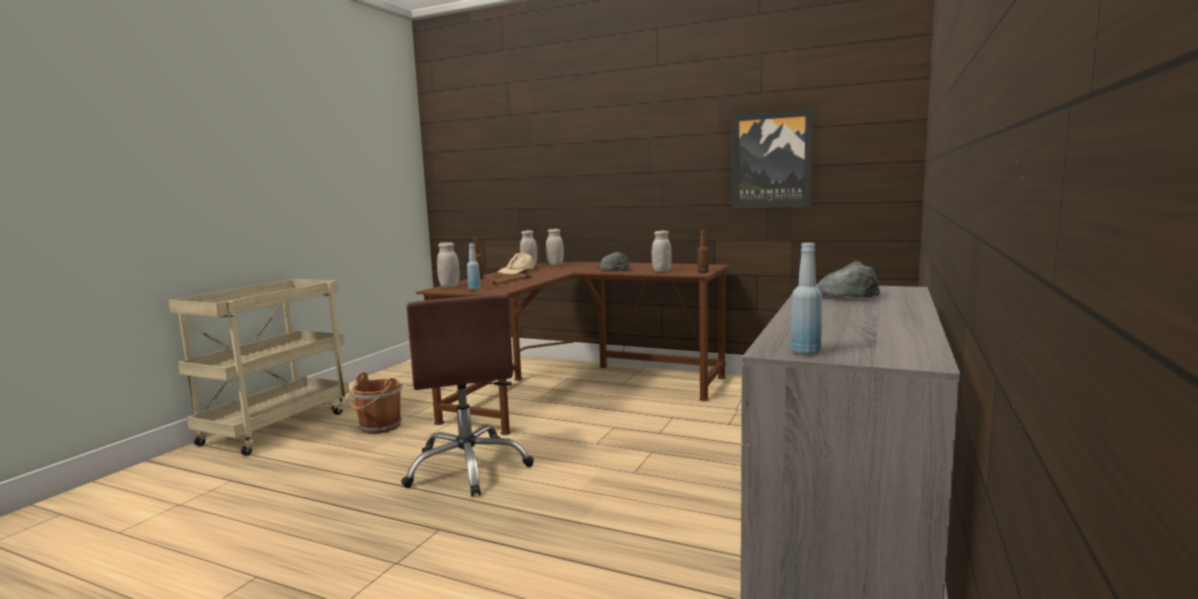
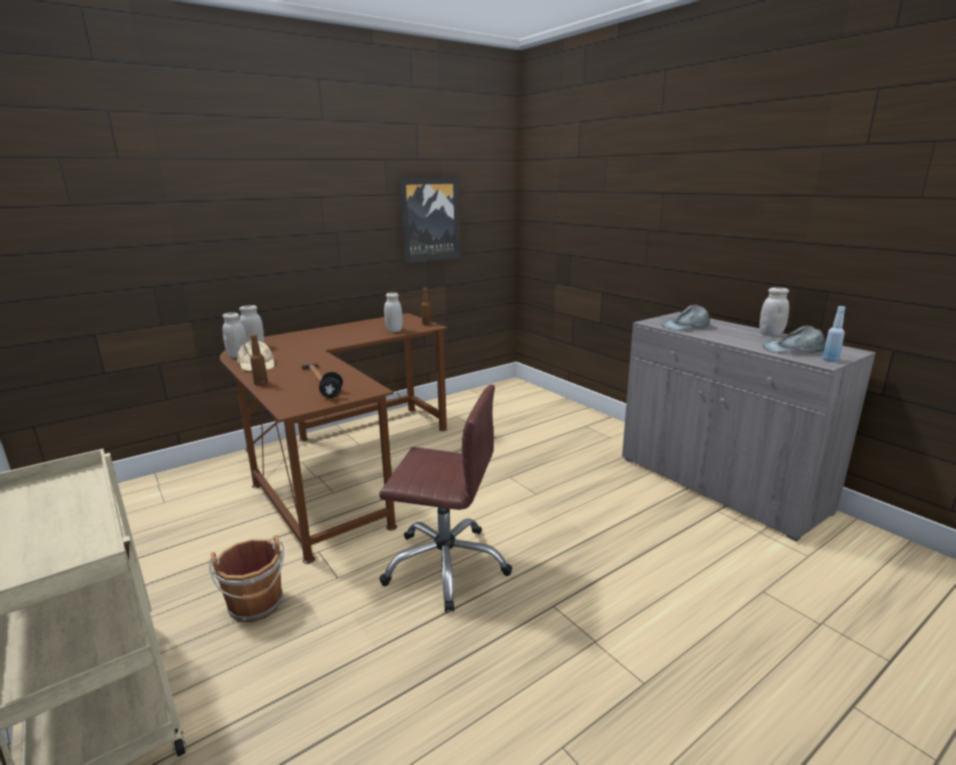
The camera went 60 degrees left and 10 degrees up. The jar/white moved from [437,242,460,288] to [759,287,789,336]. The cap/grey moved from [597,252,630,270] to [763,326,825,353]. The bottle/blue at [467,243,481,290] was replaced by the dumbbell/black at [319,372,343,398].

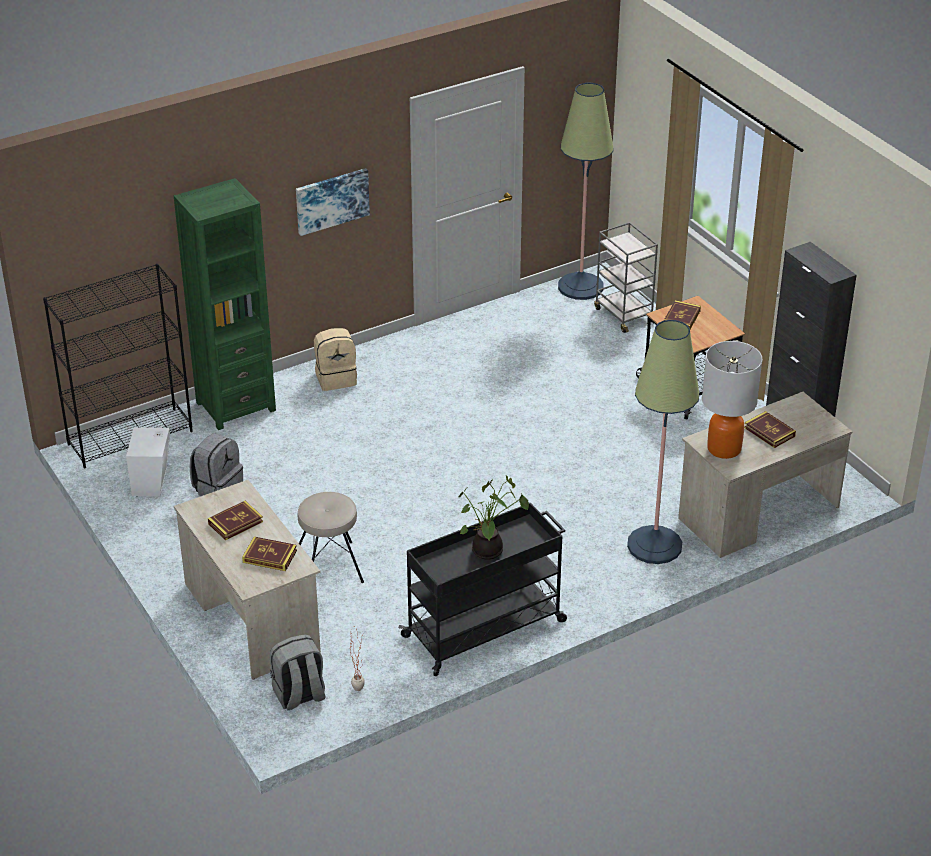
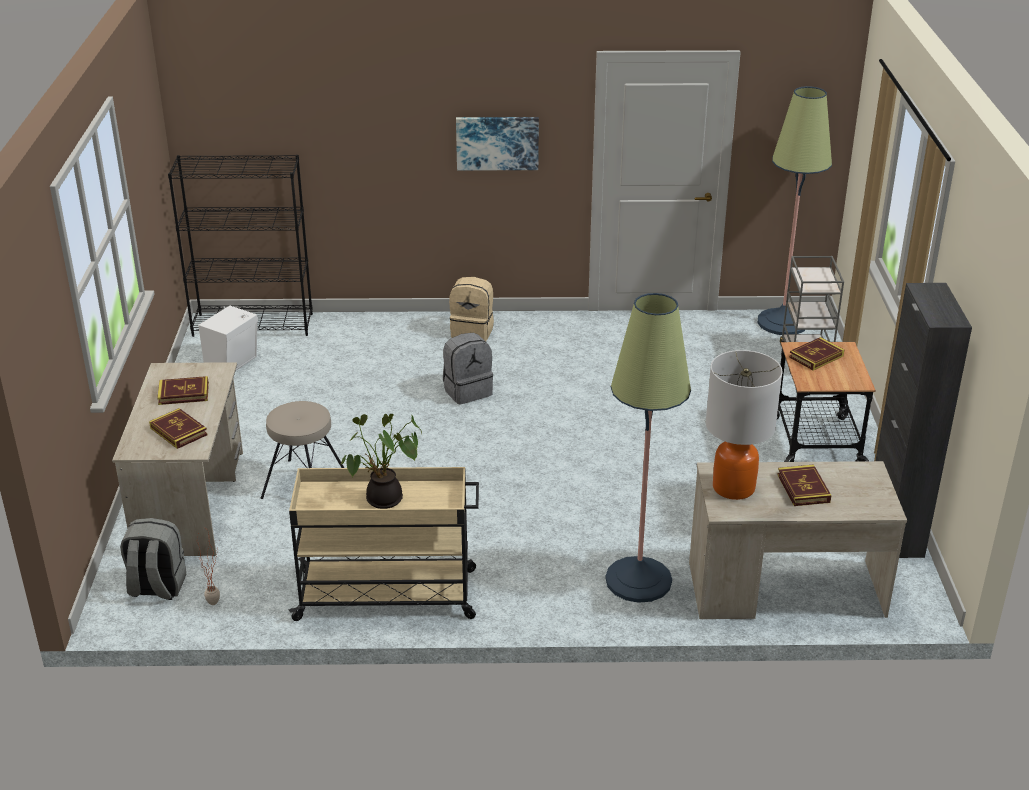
The camera went 30 degrees right and 5 degrees down. The bookcase/green at [174,178,276,430] disappeared. The backpack/grey moved from [190,433,243,496] to [443,333,493,404]. The cart/black at [399,503,567,676] became the cart/beige at [289,467,479,621].

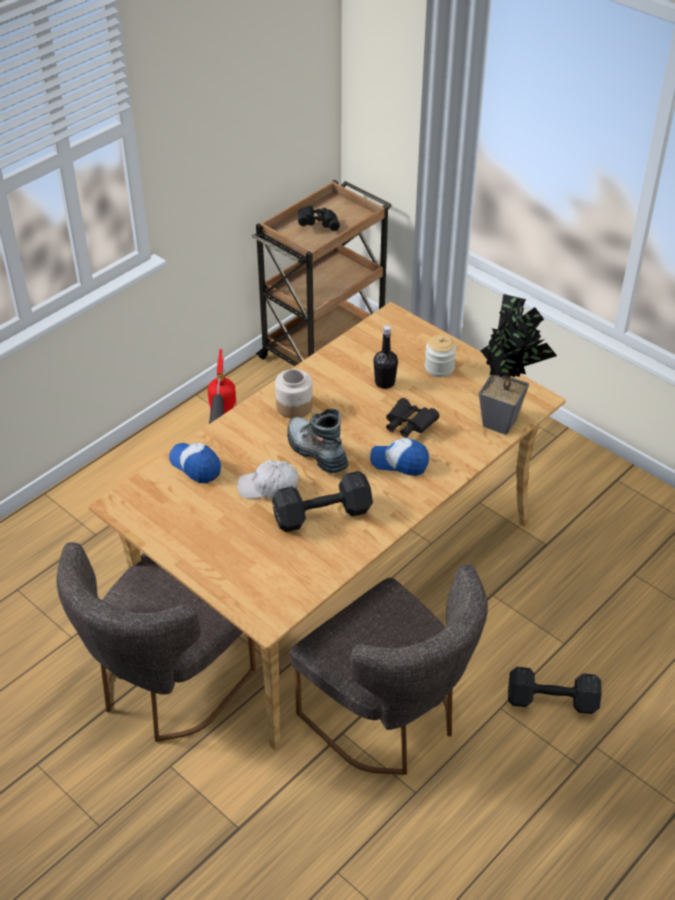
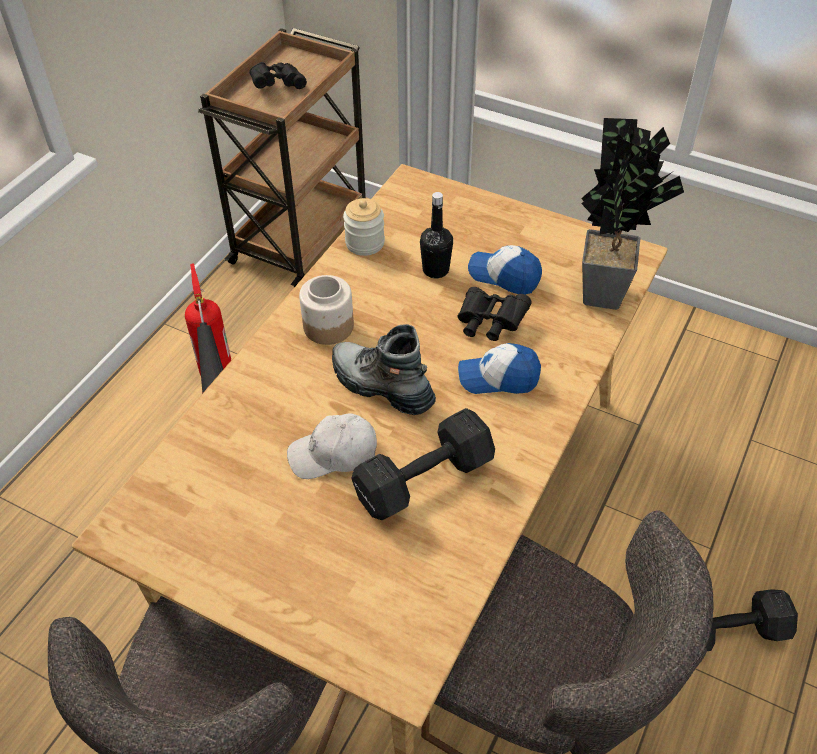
The camera went 15 degrees left and 5 degrees up. The cap moved from [169,443,221,483] to [468,245,542,294]. The jar moved from [425,335,456,377] to [343,198,385,256].

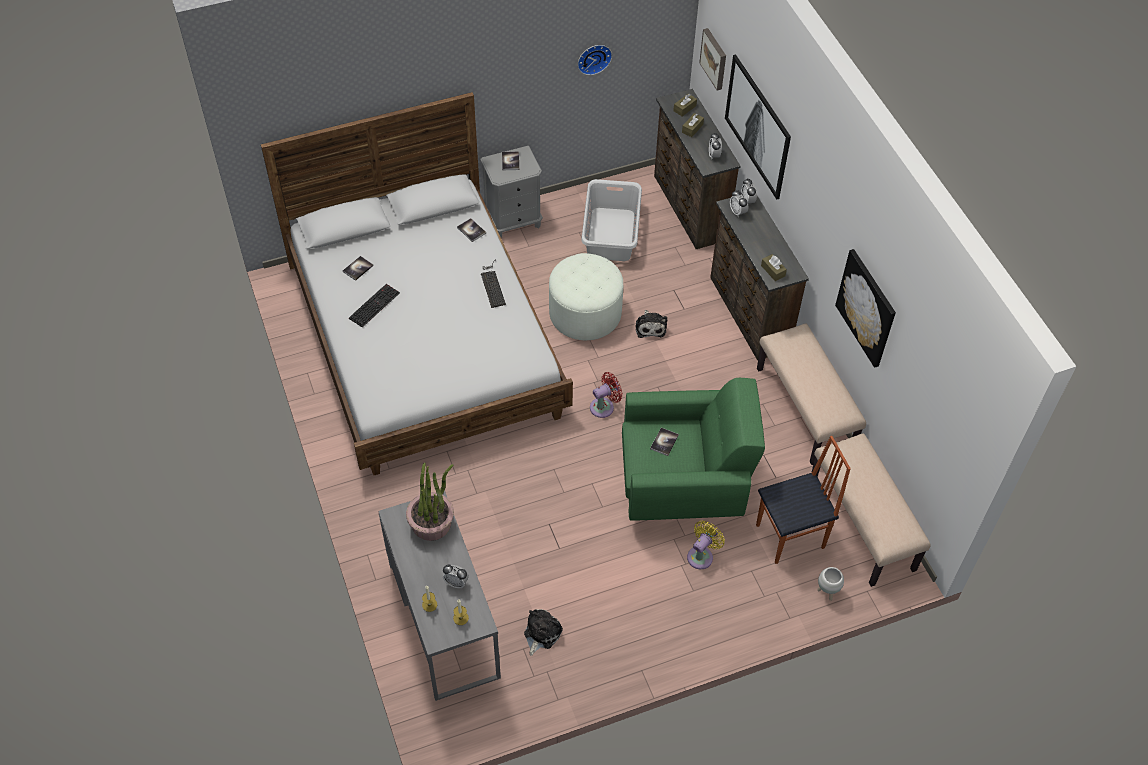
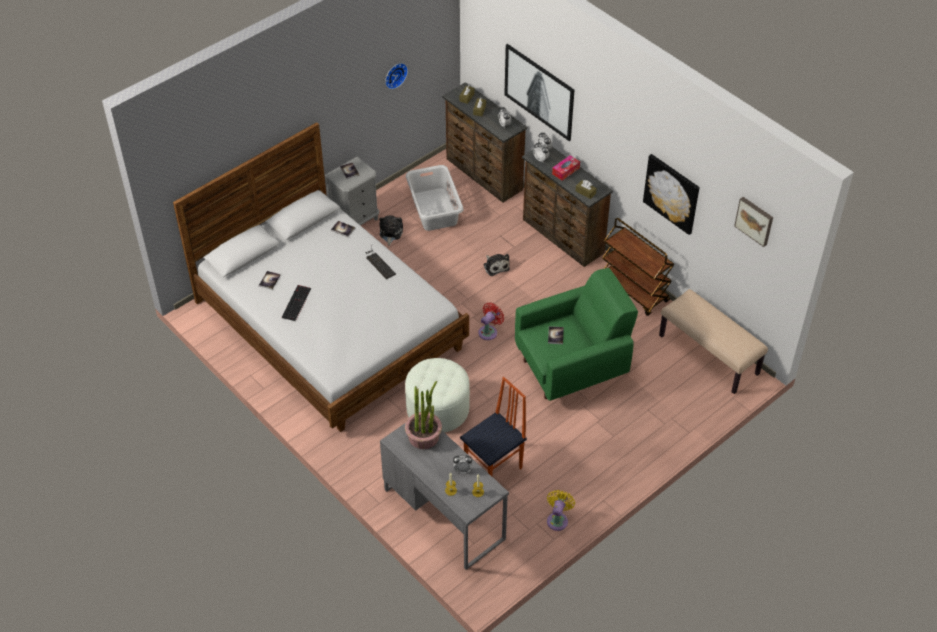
The camera went 20 degrees left and 5 degrees down. The planter/white at [817,567,844,601] disappeared. The tissue box at [552,155,580,180] appeared. The plush toy moved from [524,609,563,656] to [379,215,403,246]. The ottoman/white moved from [549,253,623,340] to [405,358,470,433]. The fan/yellow moved from [687,521,725,569] to [547,490,575,531]. The picture moved from [699,28,726,91] to [734,197,773,247]. The chair moved from [756,436,851,564] to [460,377,527,476]. The bench/beige at [757,323,866,465] was replaced by the cart/brown at [602,218,675,316].

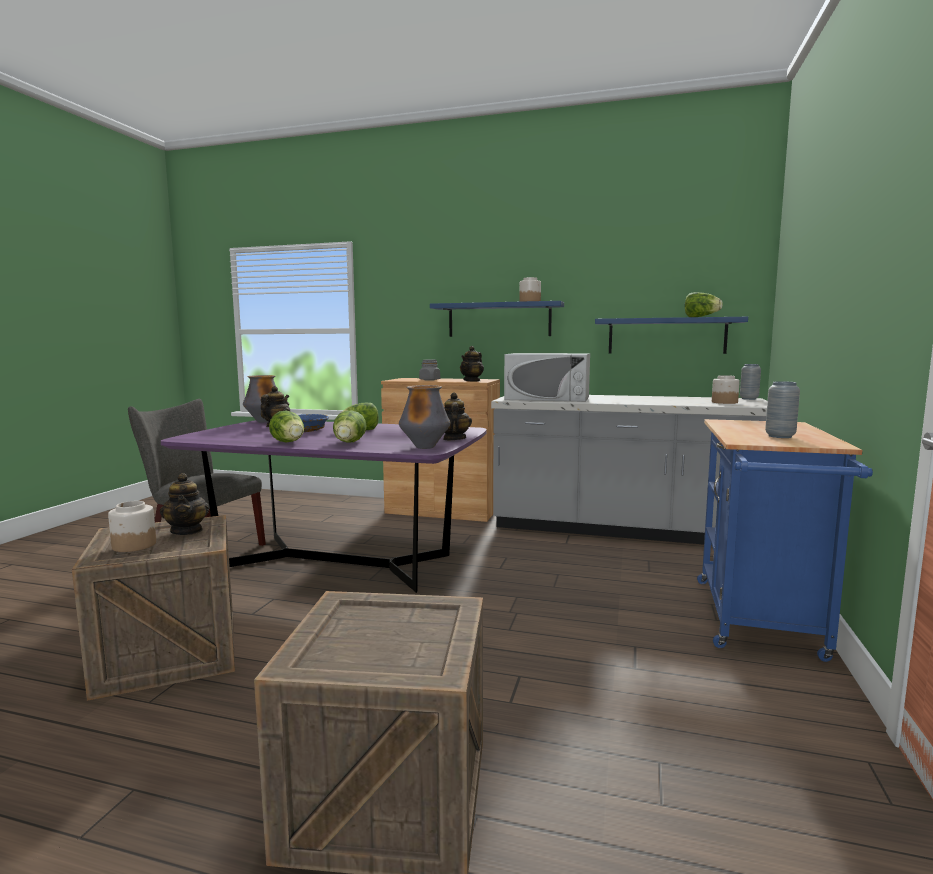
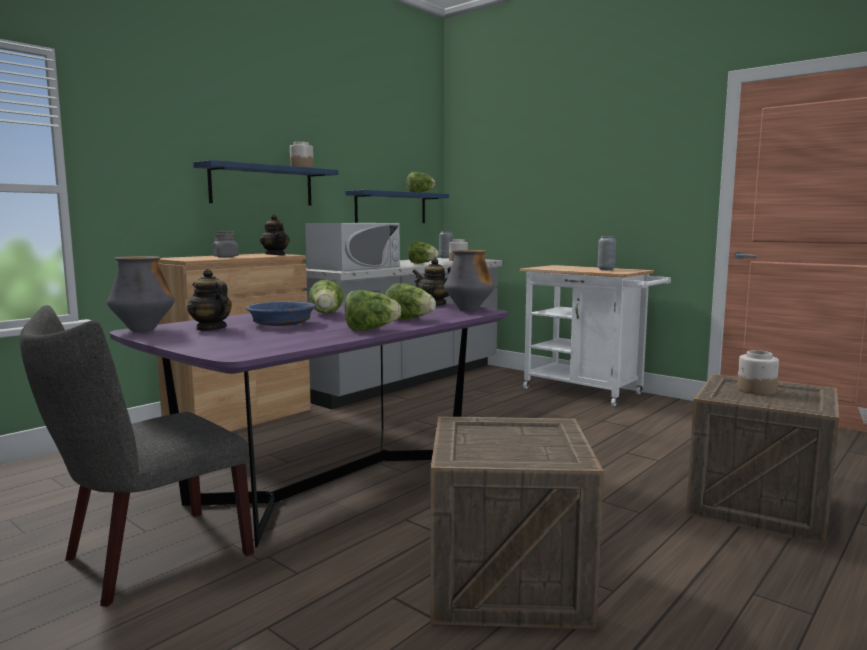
The camera went 65 degrees left and 0 degrees up. The teapot at [160,473,210,535] disappeared. The lettuce at [407,241,439,264] appeared. The jar moved from [108,501,156,552] to [737,350,779,395]. The cart/blue at [697,419,873,662] became the cart/white at [520,265,671,406].

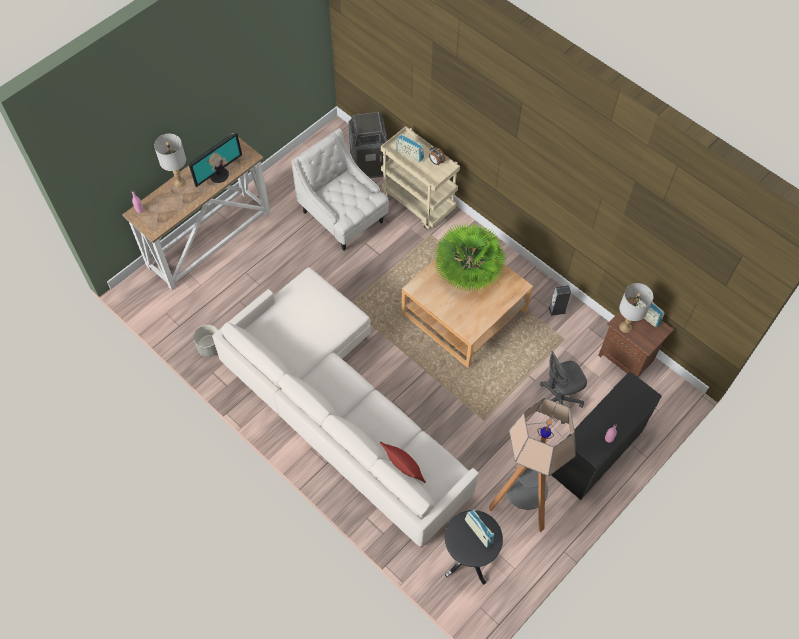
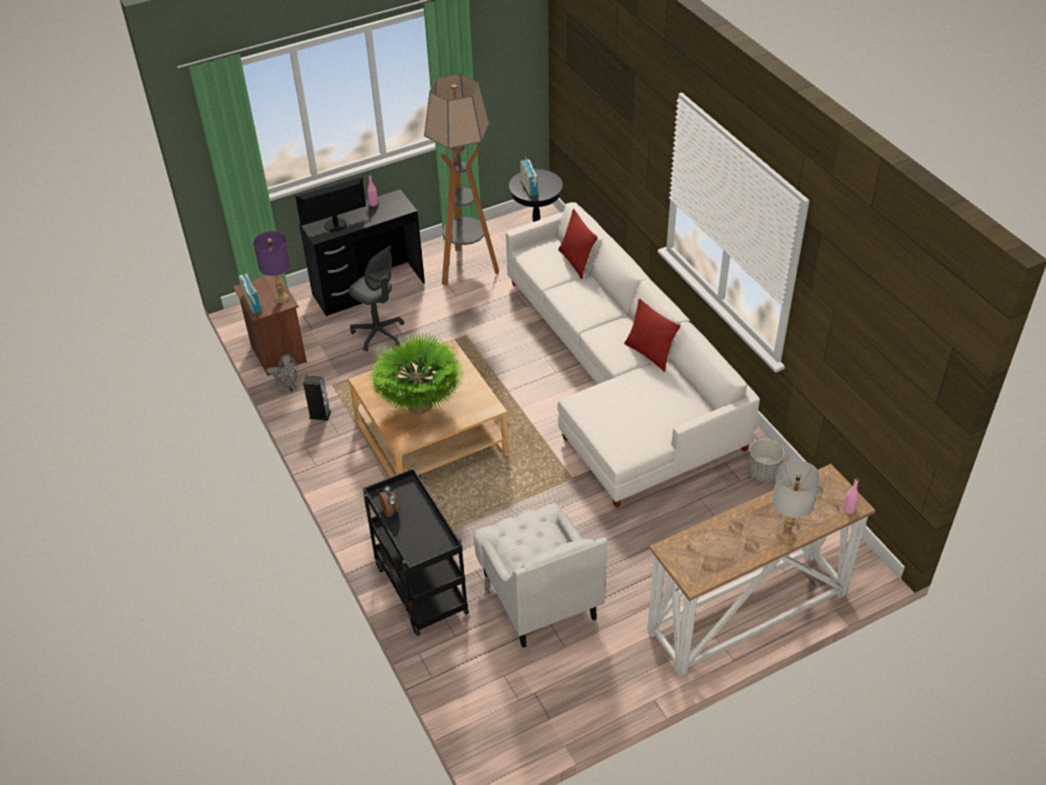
The camera went 160 degrees left and 15 degrees down. The trash can at [348,112,388,178] disappeared. The radio at [396,134,424,162] disappeared. The fan/grey at [267,353,298,393] appeared. The pillow/red at [624,299,681,372] appeared. The monitor moved from [189,133,242,187] to [295,175,366,232]. The cart/beige at [381,126,460,229] became the cart/black at [363,468,469,636]. The table lamp/grey at [619,283,653,333] became the table lamp/purple at [253,231,291,303]. The office chair/grey at [536,351,587,424] turned 45 degrees clockwise.

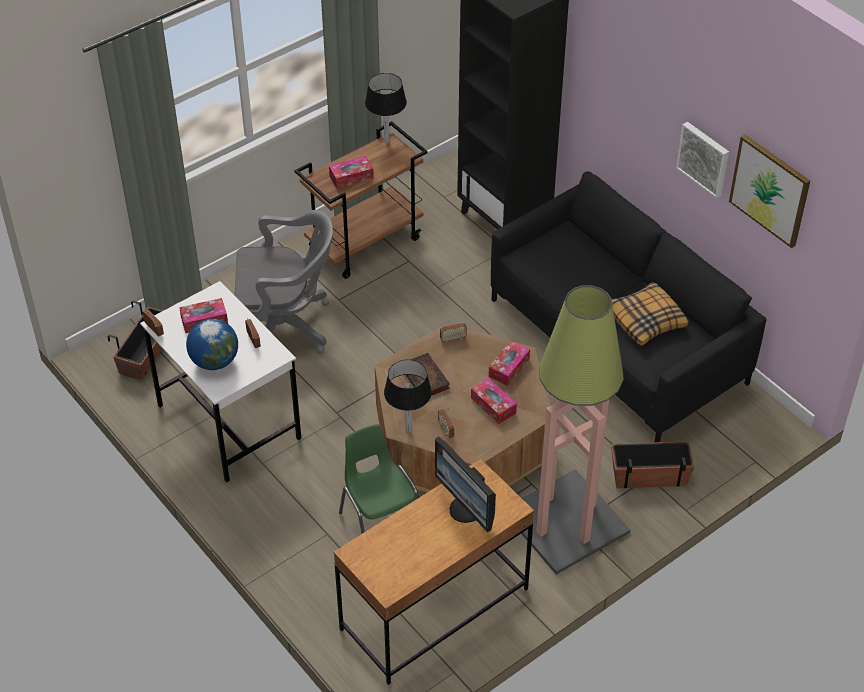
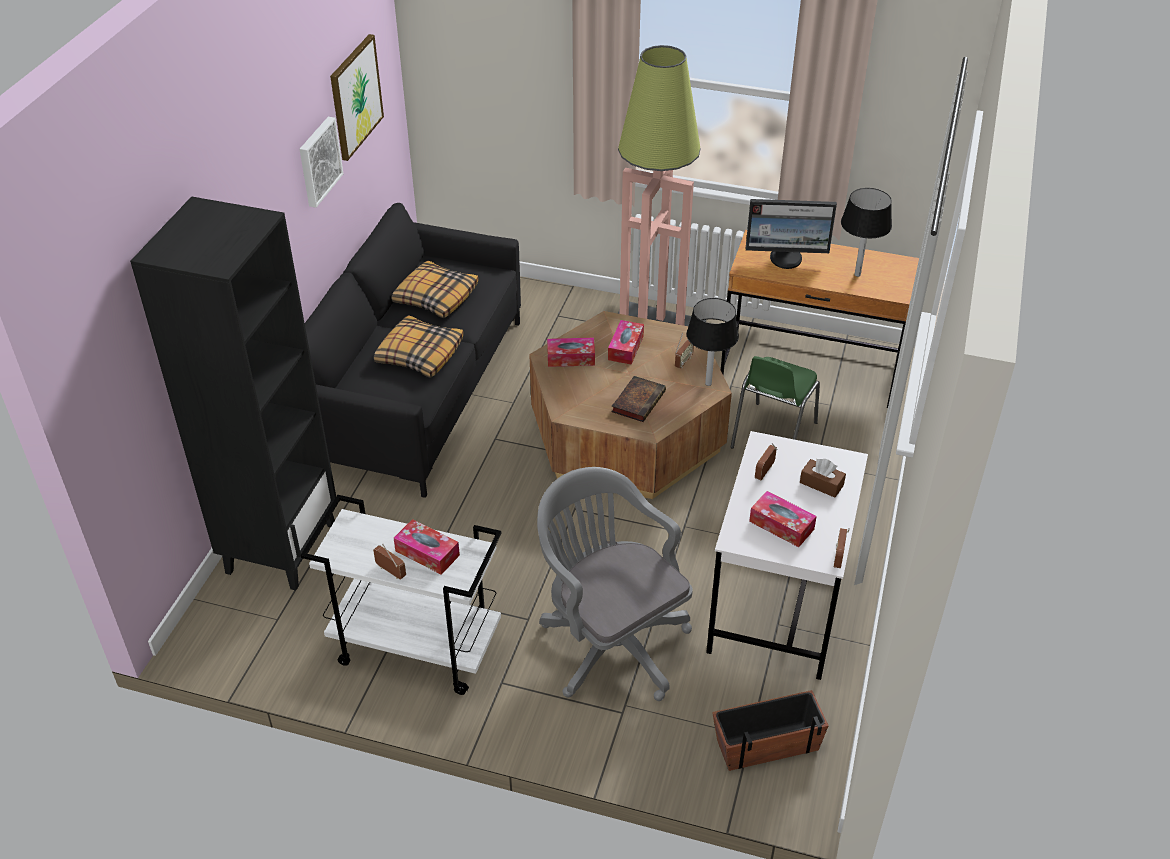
The camera went 125 degrees left and 5 degrees down. The planter at [611,441,694,488] disappeared. The pillow at [374,315,463,378] appeared. The table lamp/black moved from [365,73,407,144] to [841,188,892,277]. The radio moved from [440,315,467,343] to [373,544,406,579]. The globe at [186,319,238,370] was replaced by the tissue box/brown at [800,459,846,497]. The cart/brown at [294,121,428,279] became the cart/white at [301,495,501,695]. The monitor at [435,437,496,533] turned 75 degrees clockwise.

